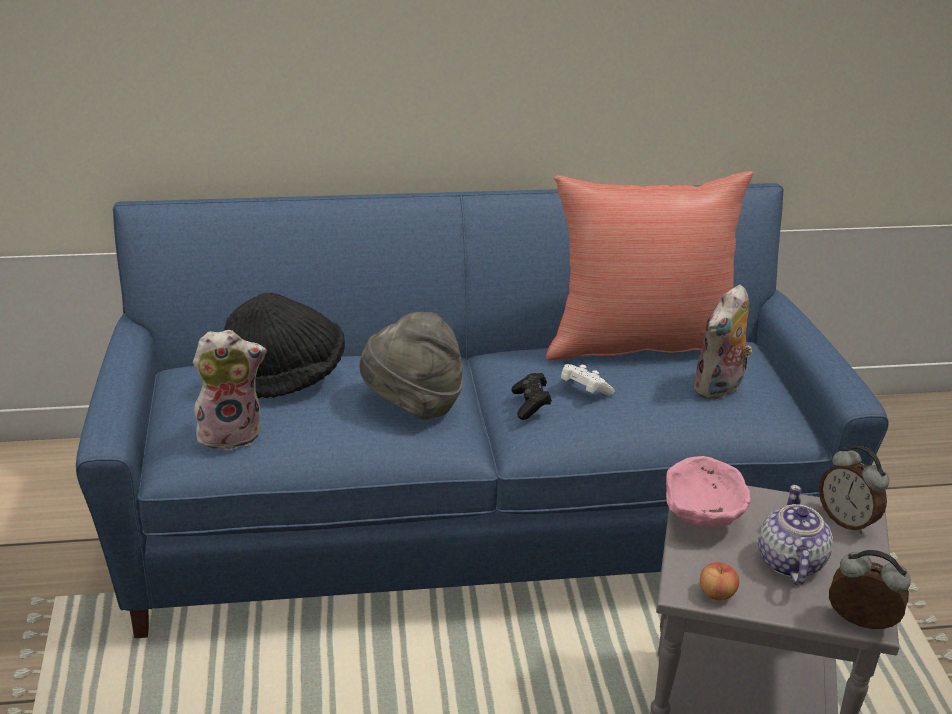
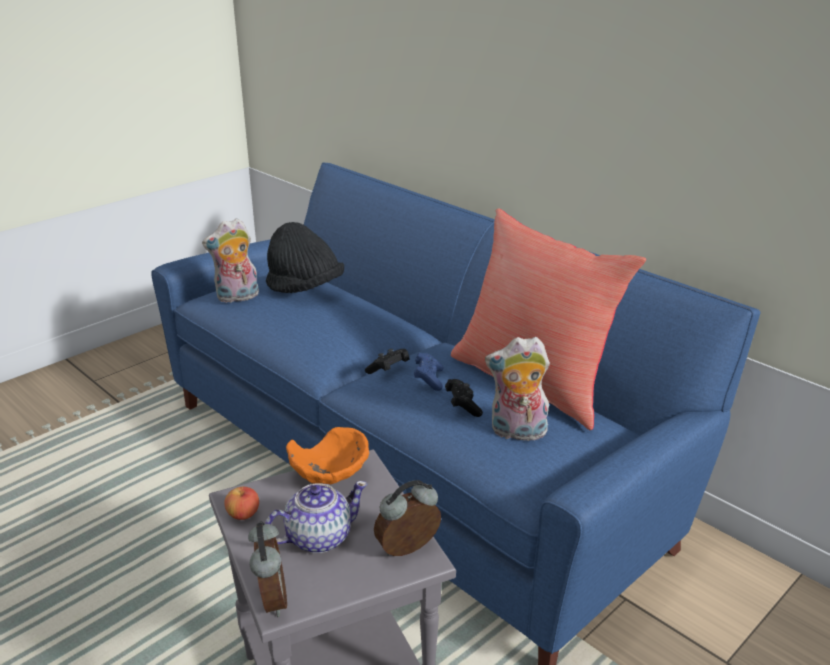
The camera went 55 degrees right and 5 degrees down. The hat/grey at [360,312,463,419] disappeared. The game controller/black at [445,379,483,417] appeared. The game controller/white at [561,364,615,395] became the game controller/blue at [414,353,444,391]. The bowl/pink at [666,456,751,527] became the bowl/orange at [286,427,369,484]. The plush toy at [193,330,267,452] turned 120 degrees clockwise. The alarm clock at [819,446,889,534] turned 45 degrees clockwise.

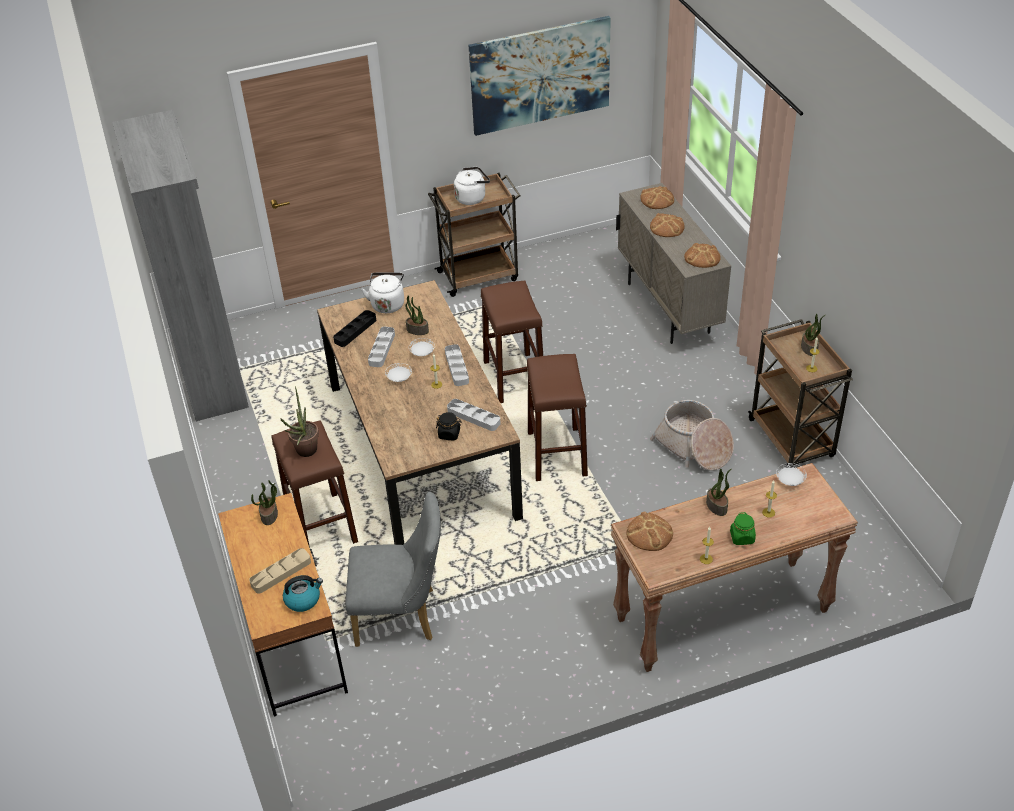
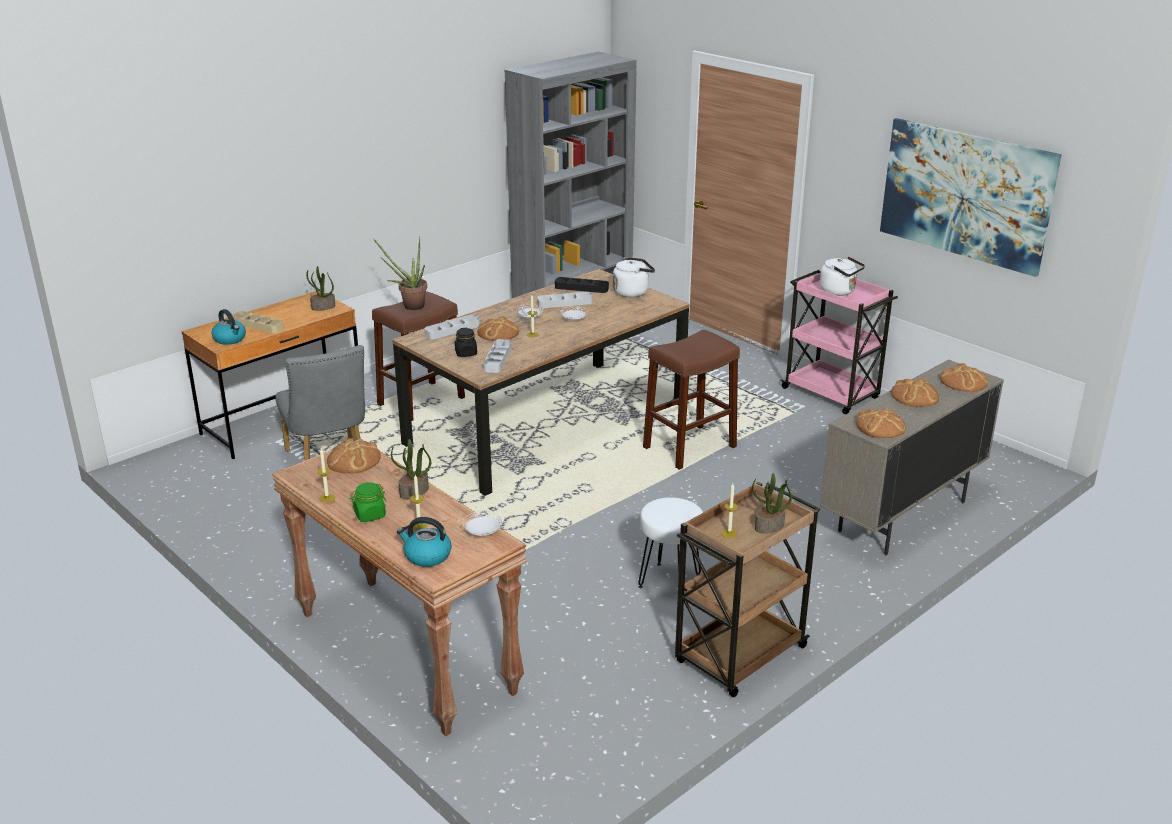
The camera went 65 degrees right and 15 degrees down. The potted plant at [405,296,429,335] disappeared. The stool/brown at [526,354,588,481] disappeared. The kettle at [397,517,452,567] appeared. The bread at [477,316,519,341] appeared. The tray/grey moved from [445,344,469,386] to [425,315,480,339]. The basket at [650,400,734,471] was replaced by the stool/white at [638,497,703,588]. The cart/brown at [428,173,521,297] became the cart/pink at [780,270,898,414].

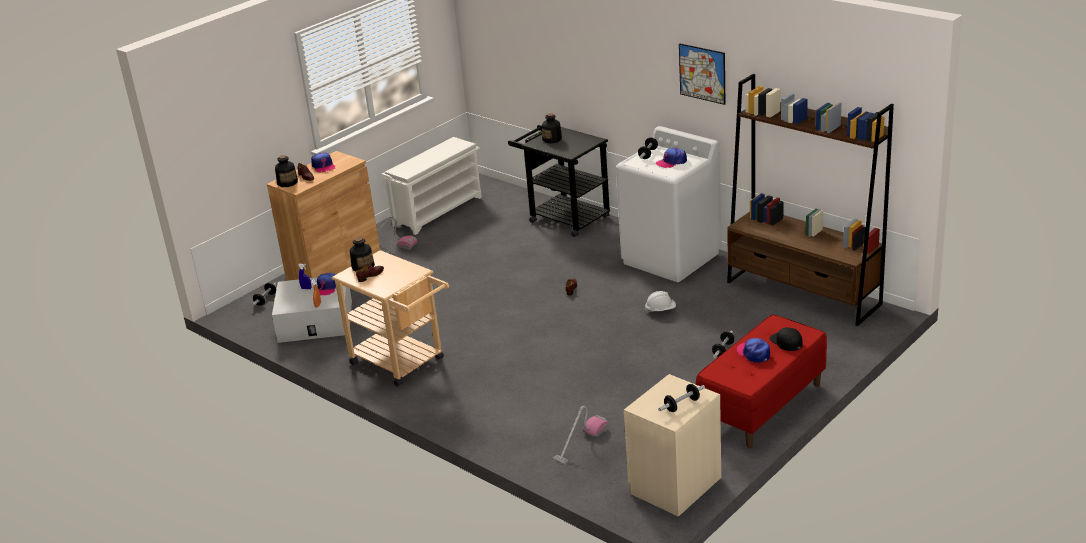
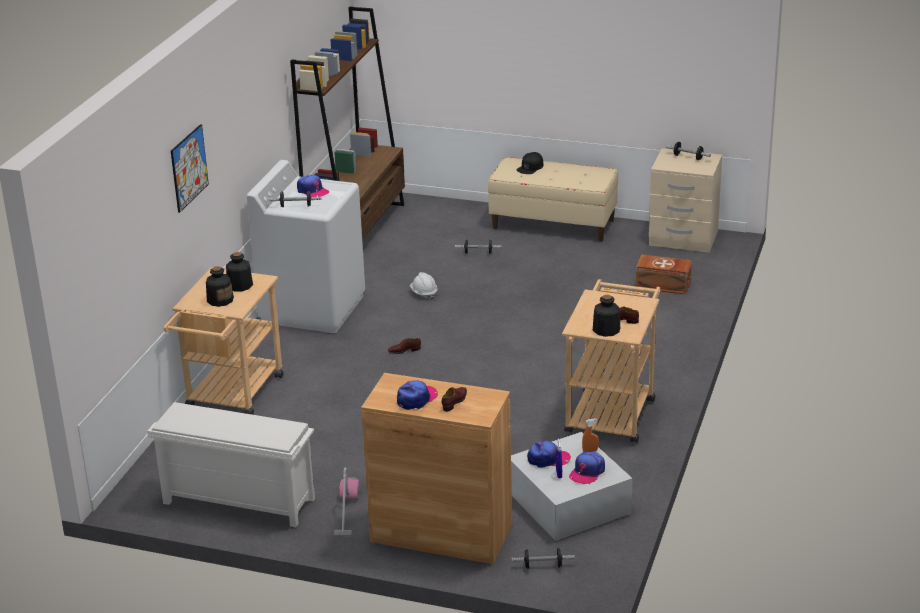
The camera went 115 degrees left and 0 degrees up. The bottle moved from [275,155,298,187] to [226,252,253,292]. The picture moved from [679,43,725,105] to [171,124,209,213]. The cap moved from [736,338,770,363] to [569,452,605,484]. The vacuum cleaner at [553,406,609,464] was replaced by the storage box/brown at [636,254,692,295]. The cart/black at [508,125,610,237] became the cart/beige at [164,267,283,415]. The bench/red at [696,314,827,448] became the bench/beige at [488,157,618,242].

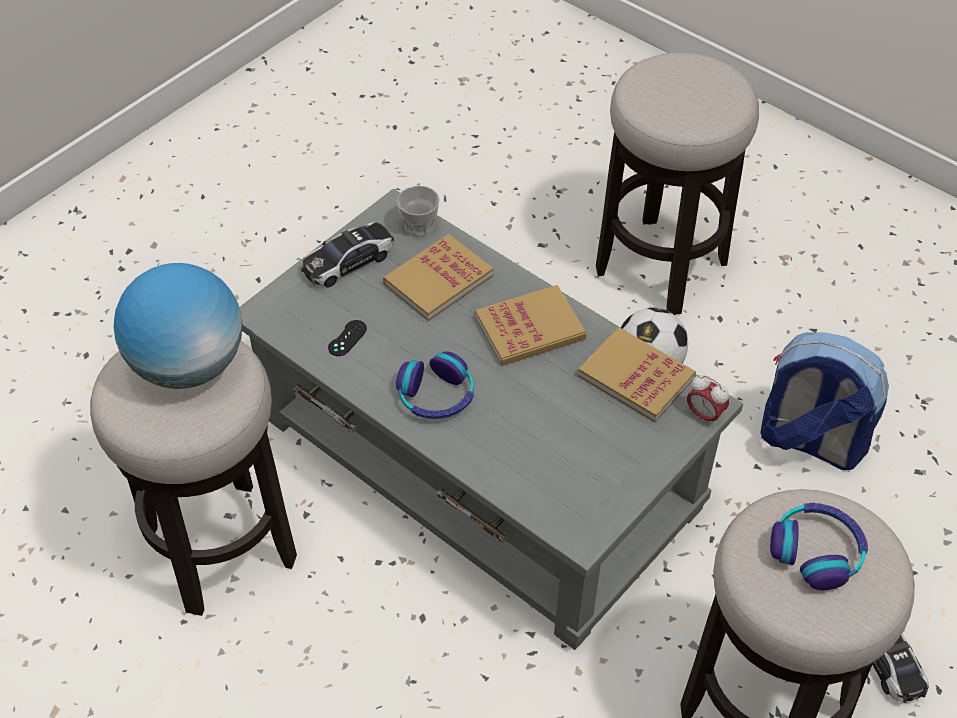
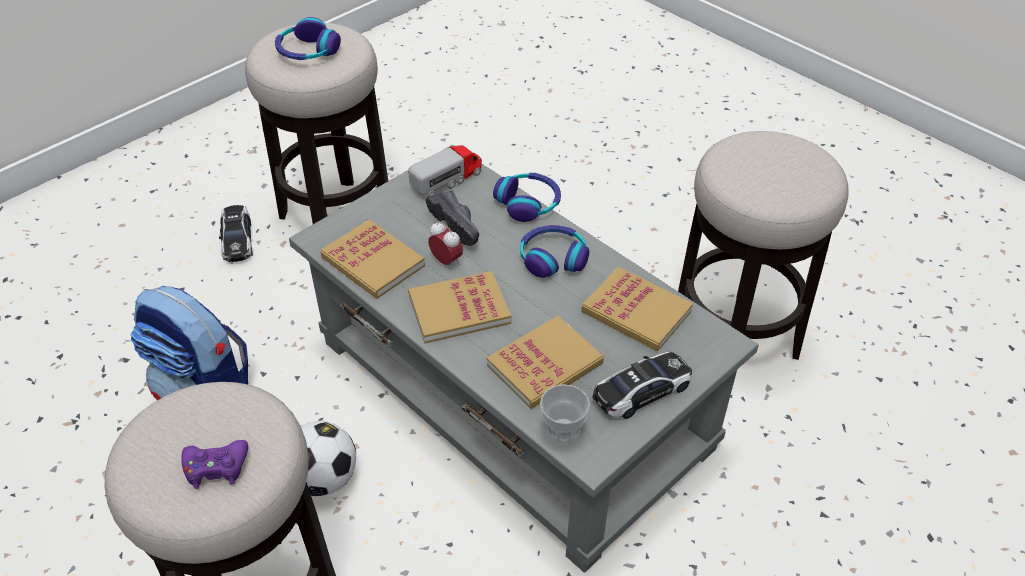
The camera went 175 degrees left and 5 degrees down. The globe at [114,263,242,389] disappeared. The game controller/purple at [181,440,248,489] appeared. The toy truck at [408,145,482,197] appeared. The shoe/black at [426,191,479,246] appeared. The headphones at [493,173,561,222] appeared. The alarm clock moved from [687,375,729,427] to [428,222,463,265]. The game controller/black at [328,320,367,356] was replaced by the book at [581,267,693,351].

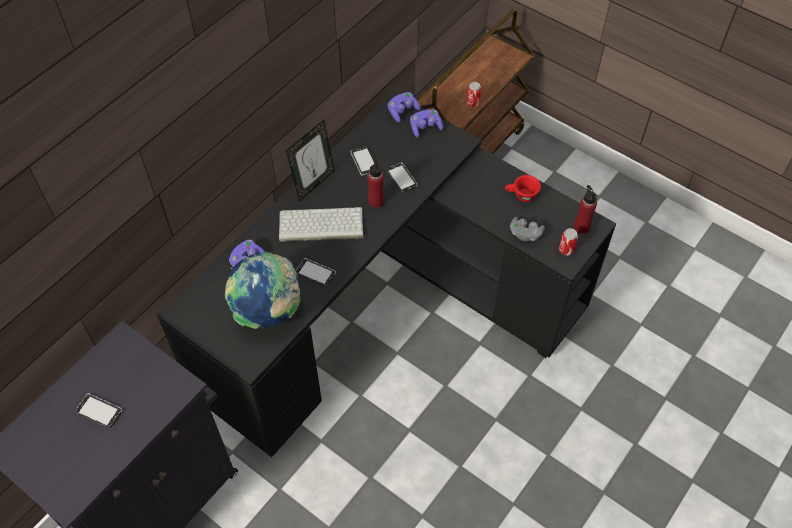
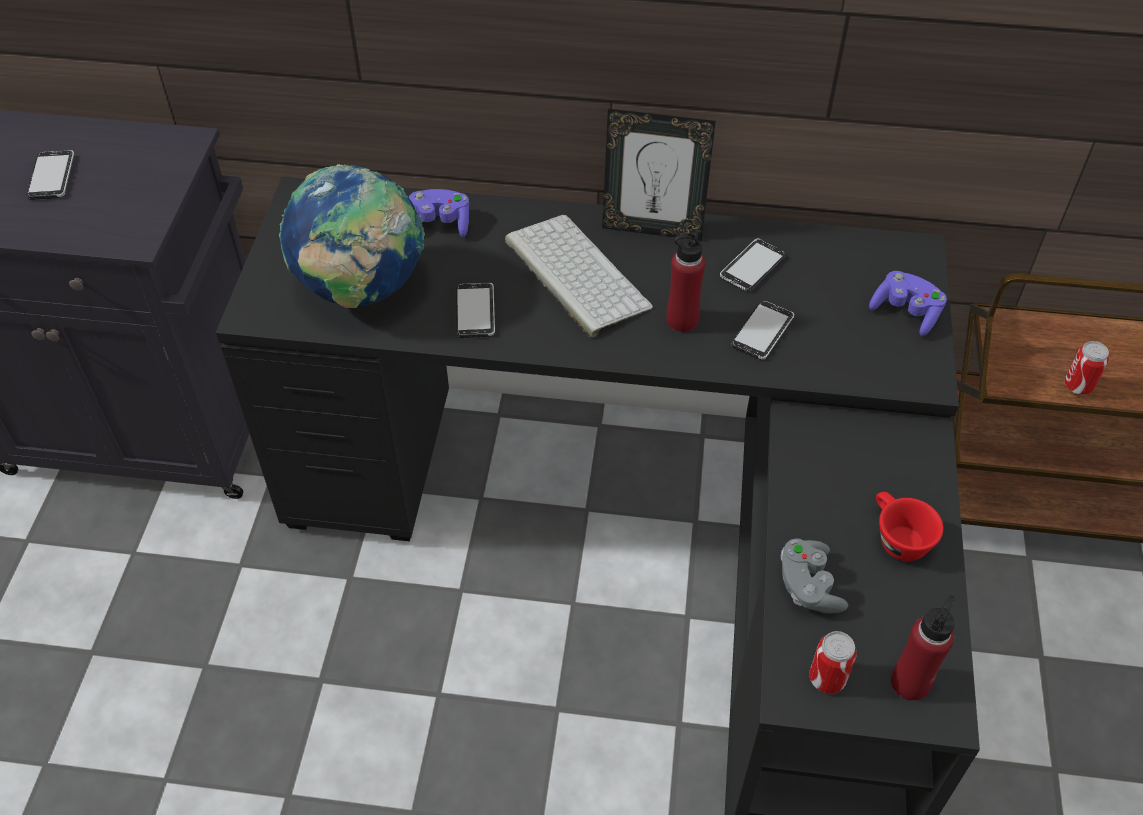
The camera went 60 degrees right and 5 degrees down. The game controller/purple at [388,92,421,122] disappeared.

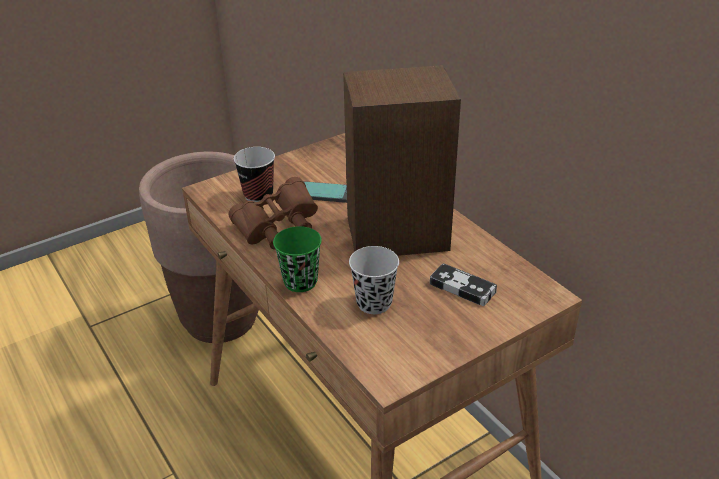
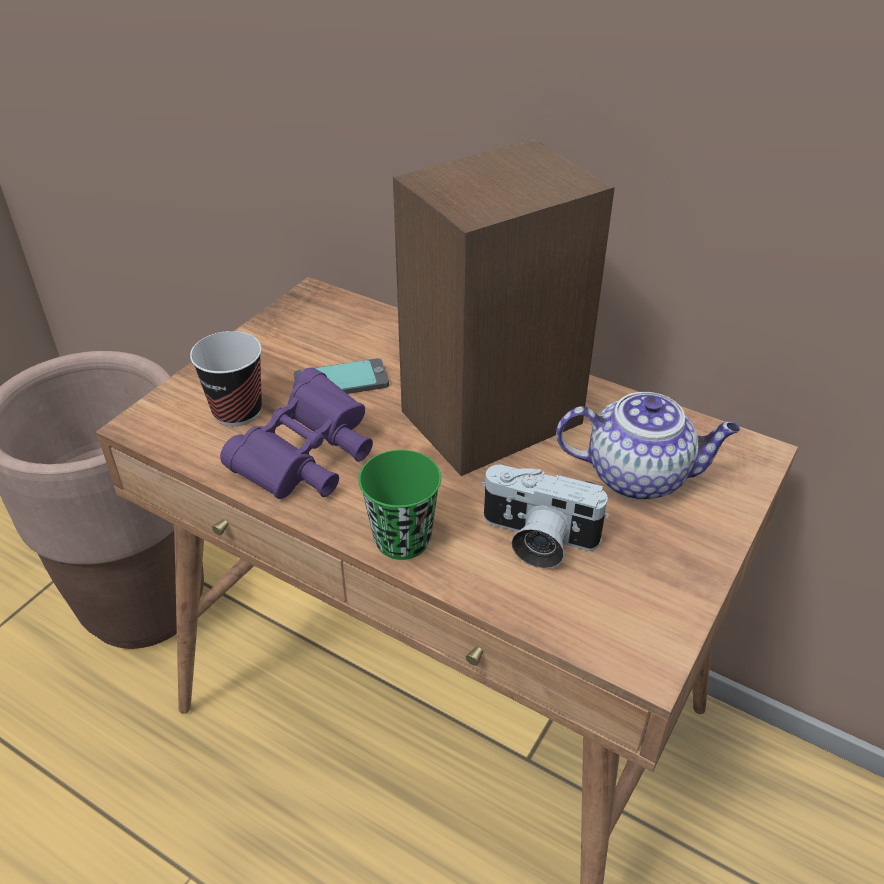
The camera went 25 degrees left and 5 degrees up. The cup/black at [349,246,399,314] was replaced by the photo camera at [481,465,610,569]. The game controller at [430,263,497,306] was replaced by the teapot at [556,392,740,500]. The binoculars/brown at [228,177,318,249] became the binoculars/purple at [220,367,373,499].

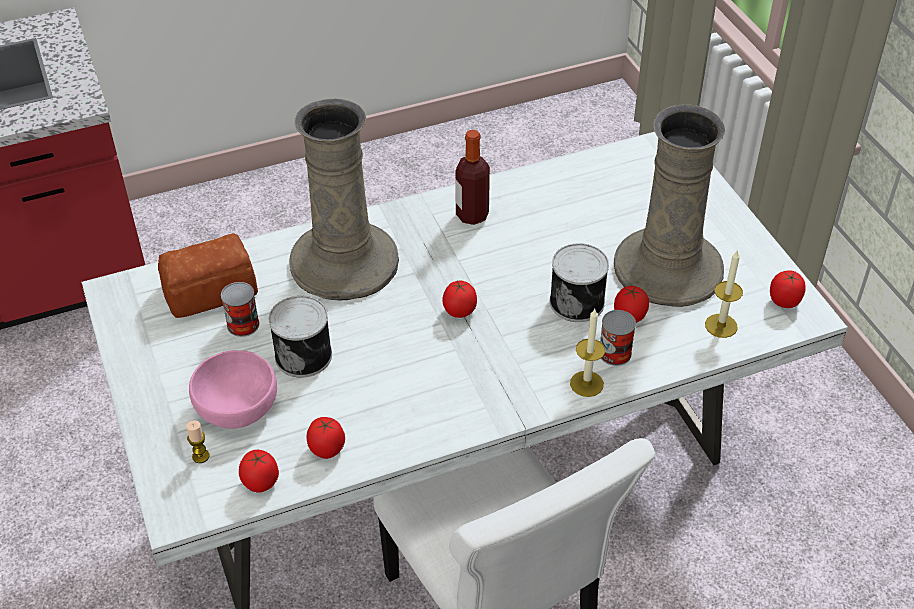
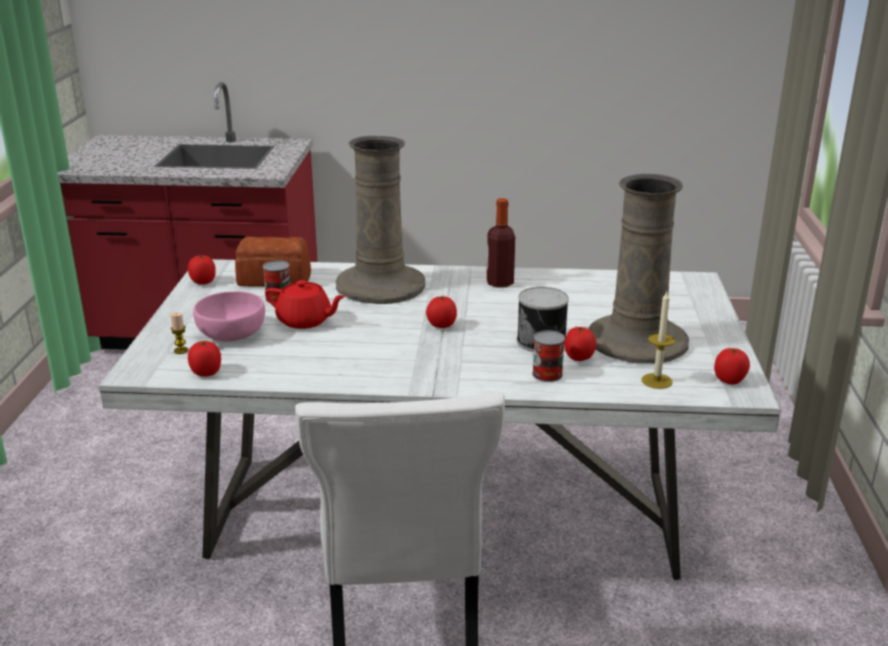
The camera went 25 degrees right and 20 degrees down. The candle at [570,309,605,397] disappeared. The tomato moved from [307,417,345,459] to [188,255,216,285]. The can at [269,296,332,378] was replaced by the teapot/red at [265,280,346,329].

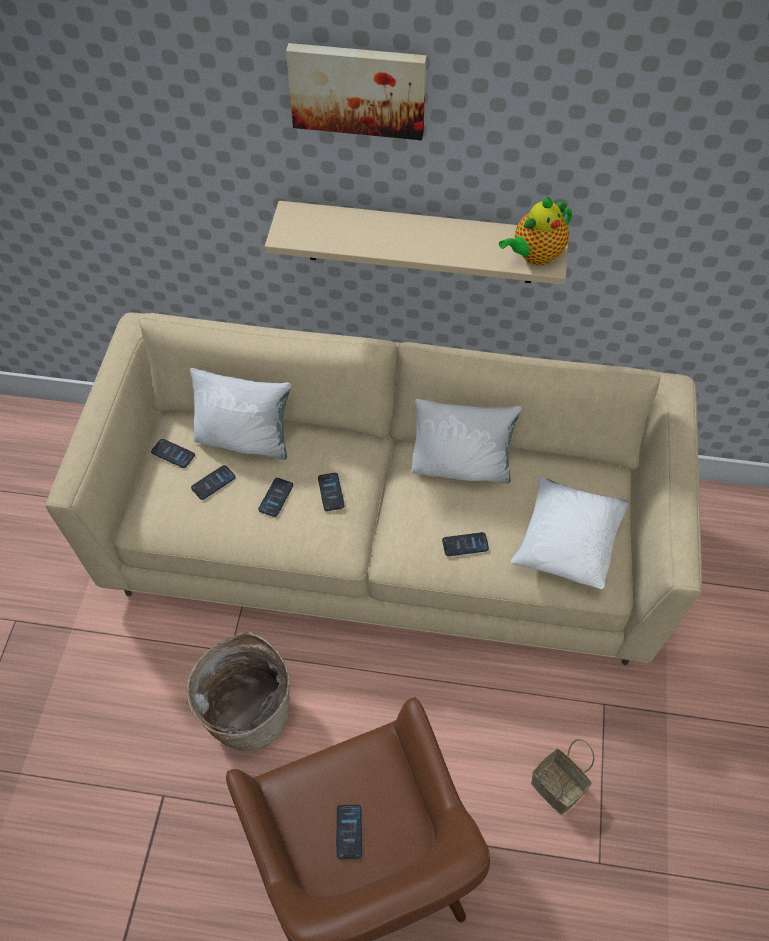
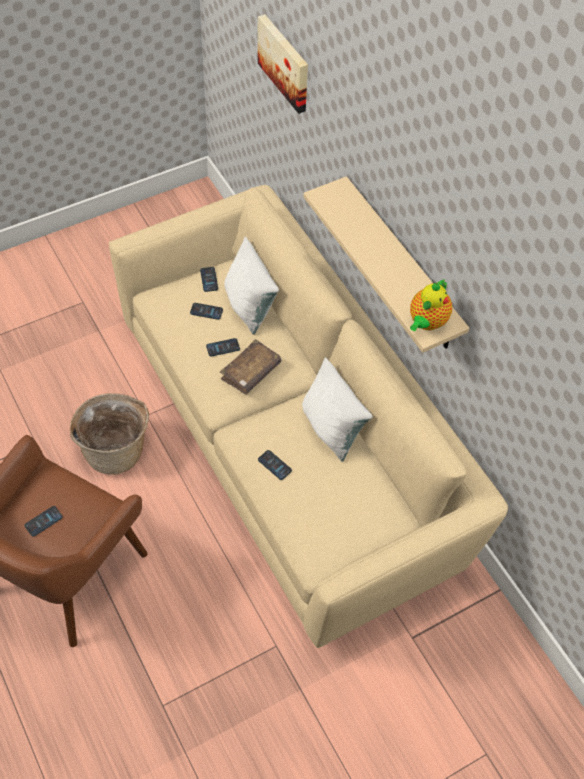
The camera went 50 degrees right and 0 degrees up. The pillow/white at [511,476,629,589] disappeared. The basket at [531,739,595,815] disappeared. The picture moved from [286,43,427,140] to [258,14,308,114]. The phone at [318,473,344,511] was replaced by the book/brown at [220,339,281,394]. The teapot at [499,197,572,266] turned 75 degrees counterclockwise.

